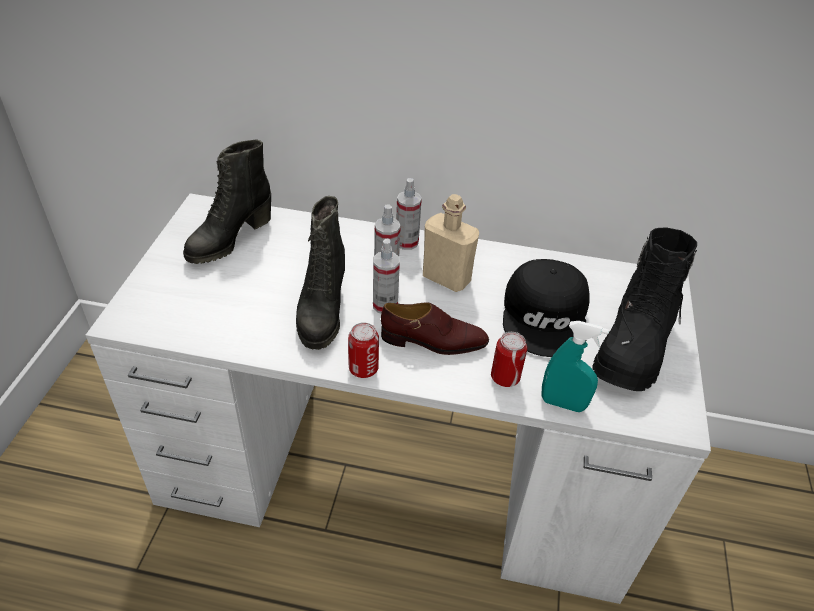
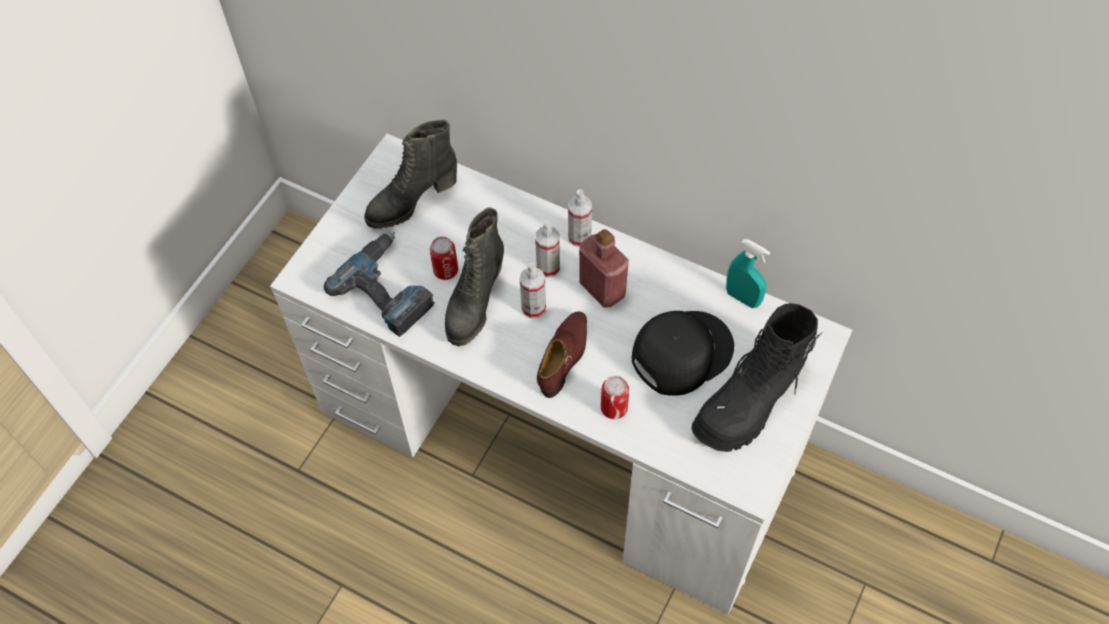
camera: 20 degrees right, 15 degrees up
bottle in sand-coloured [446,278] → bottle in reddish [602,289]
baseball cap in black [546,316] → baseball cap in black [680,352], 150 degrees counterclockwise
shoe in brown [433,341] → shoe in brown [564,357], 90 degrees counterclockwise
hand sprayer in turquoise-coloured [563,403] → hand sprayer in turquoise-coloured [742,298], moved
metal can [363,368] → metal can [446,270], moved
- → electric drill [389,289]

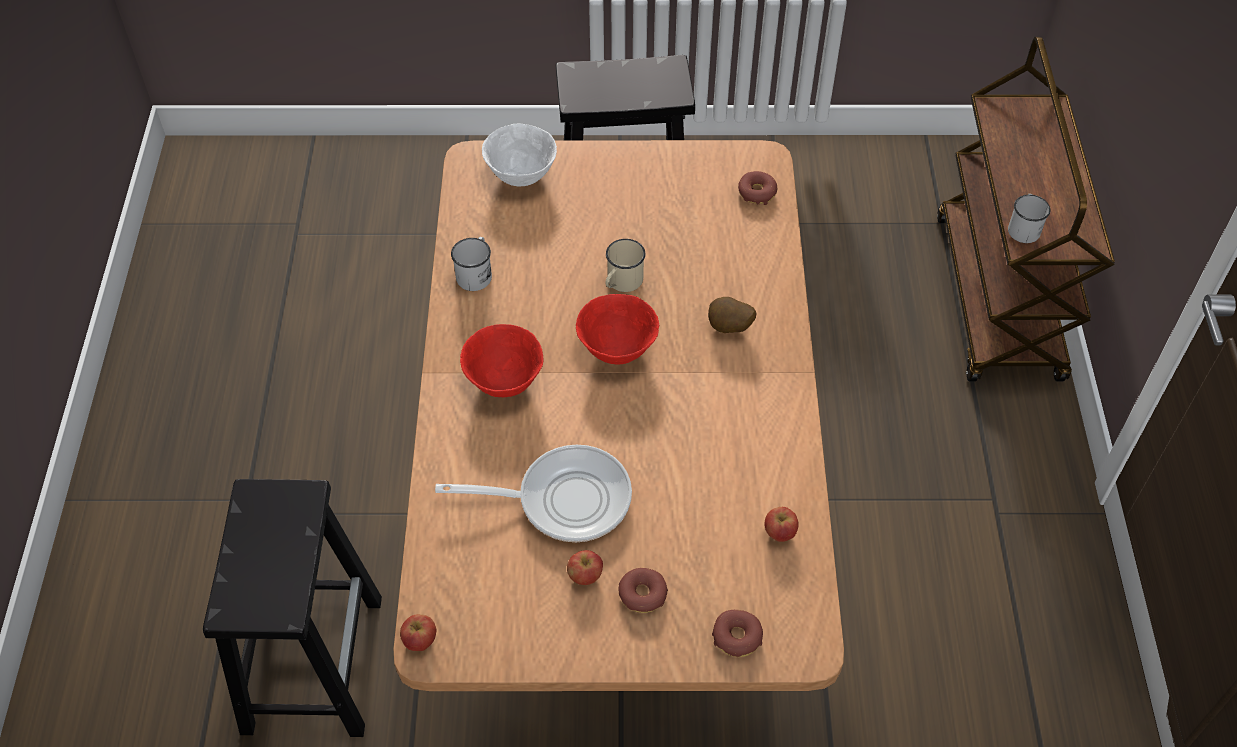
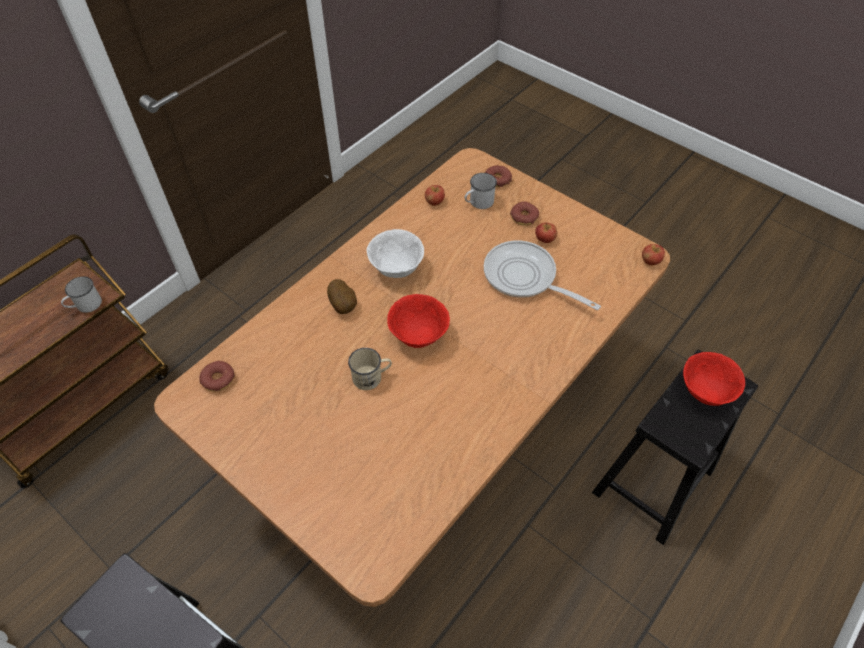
camera: 140 degrees left, 0 degrees up
serving bowl in whitish [521,175] → serving bowl in whitish [396,269], moved
tea mug in whitish [476,273] → tea mug in whitish [478,202], moved
serving bowl in reddish [504,381] → serving bowl in reddish [704,392], moved

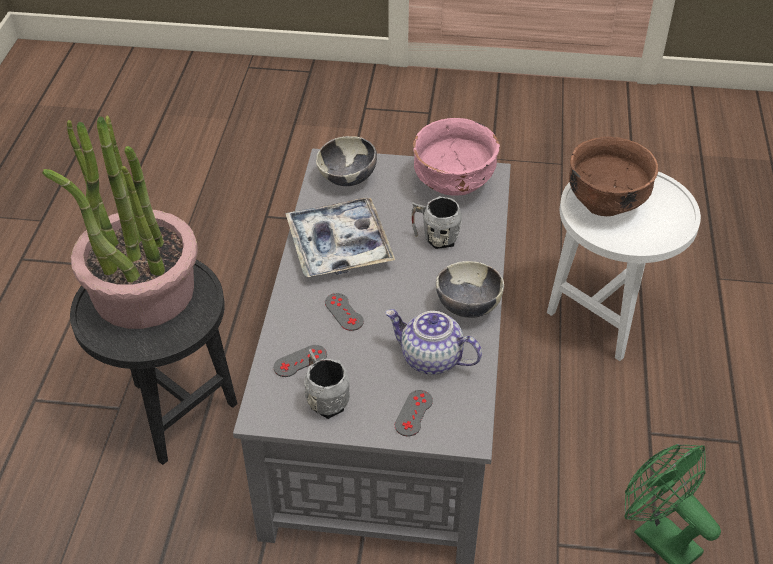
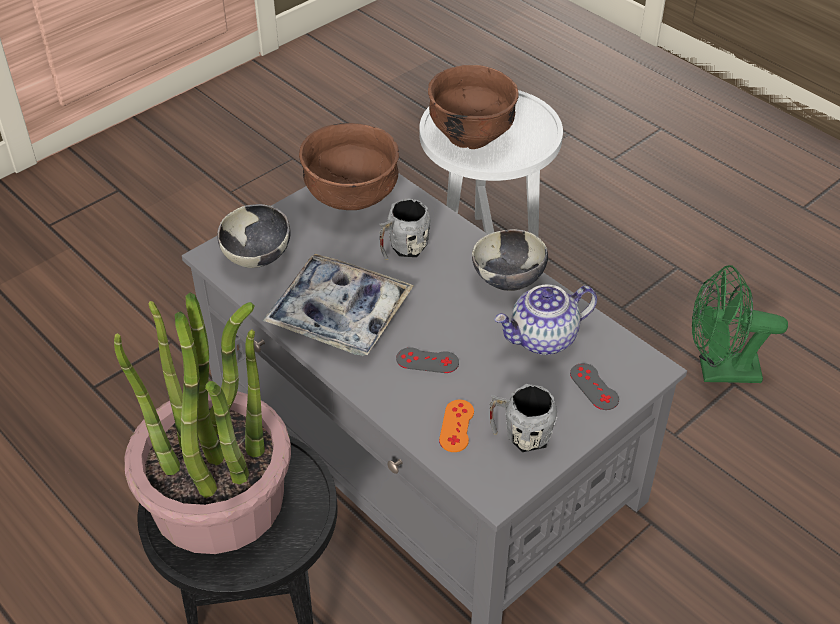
camera: 50 degrees left, 0 degrees up
serving bowl in pink [454,185] → serving bowl in brown [352,198]
gamepad in greyish [300,361] → gamepad in orangey [456,426]

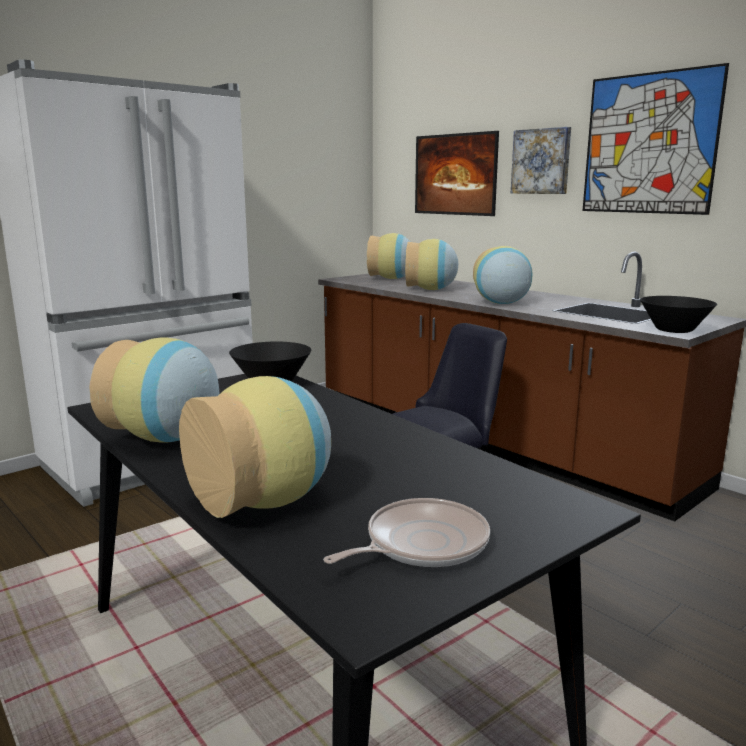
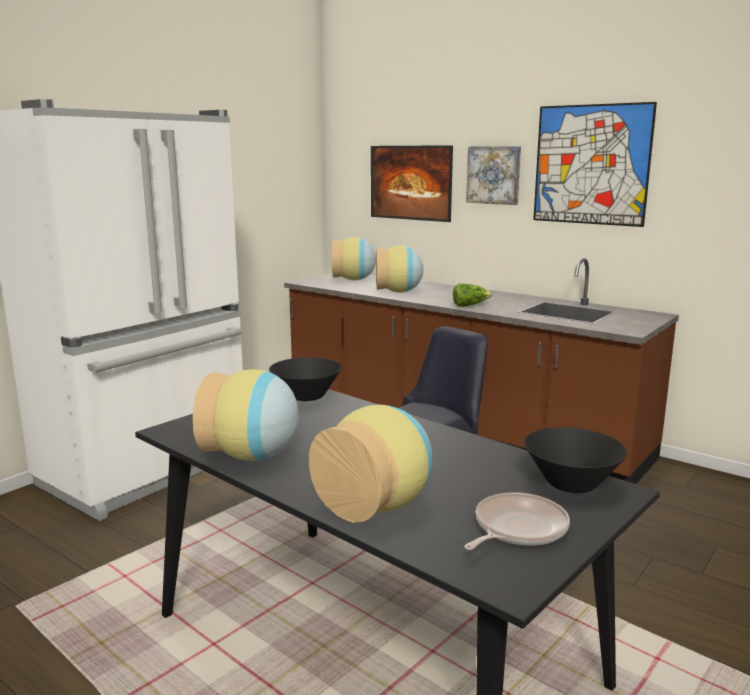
camera: 10 degrees left, 0 degrees up
decorative vase [501,303] → lettuce head [470,305]
serving bowl in black [674,330] → serving bowl in black [571,484], moved

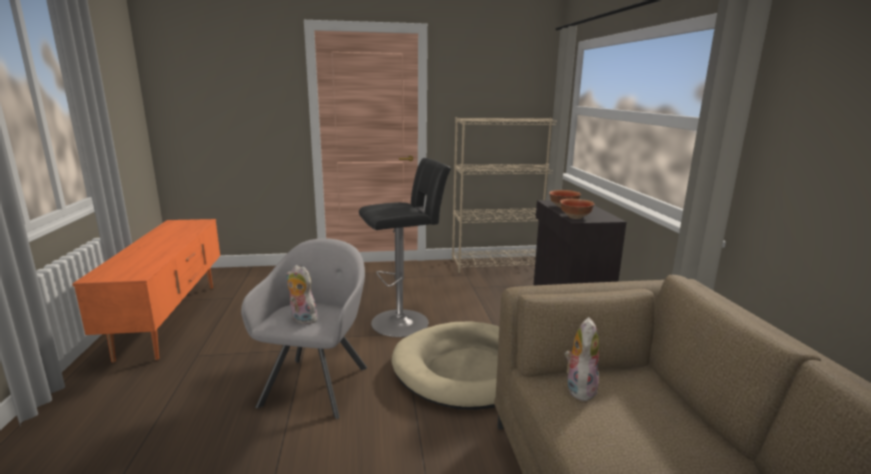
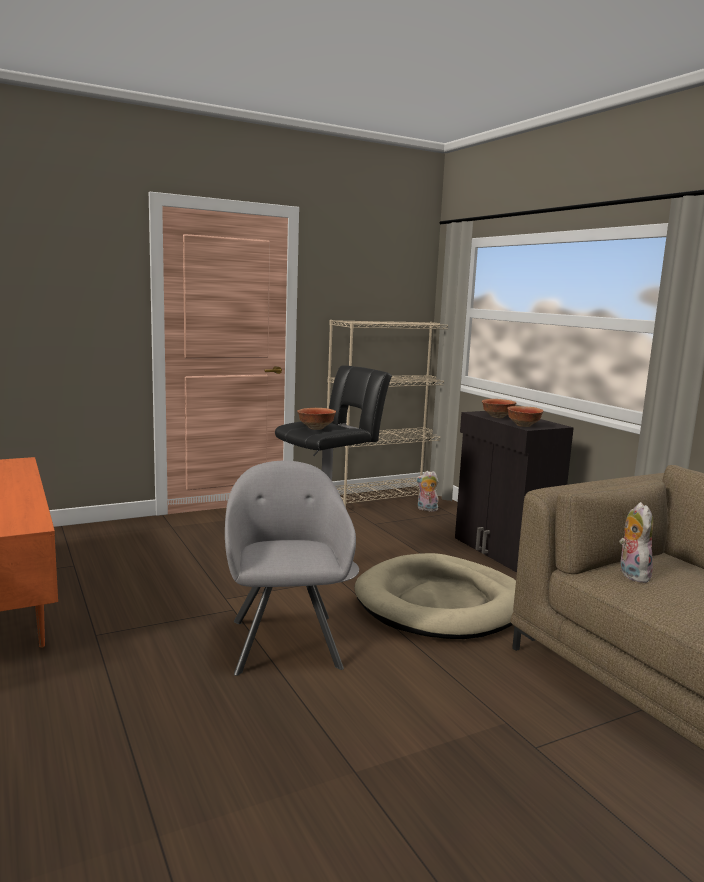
camera: 20 degrees left, 5 degrees down
cuddly toy [301,319] → cuddly toy [426,509], moved
- → serving bowl [315,428]

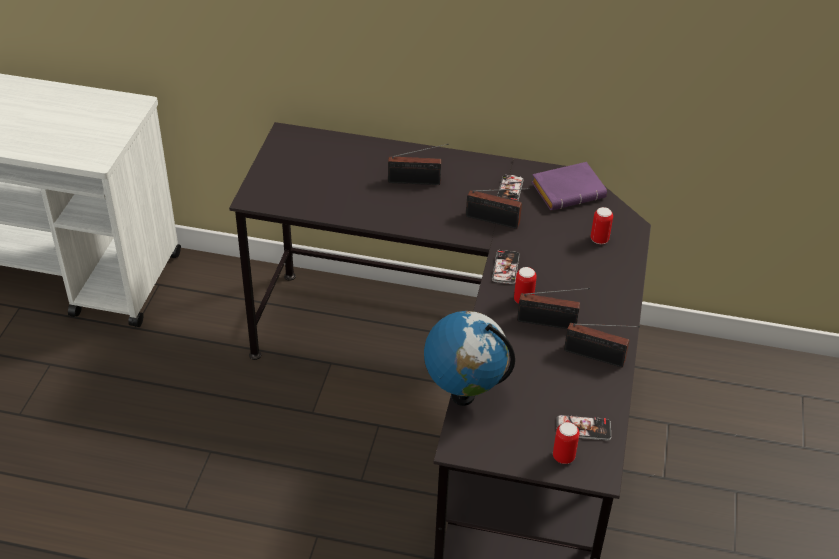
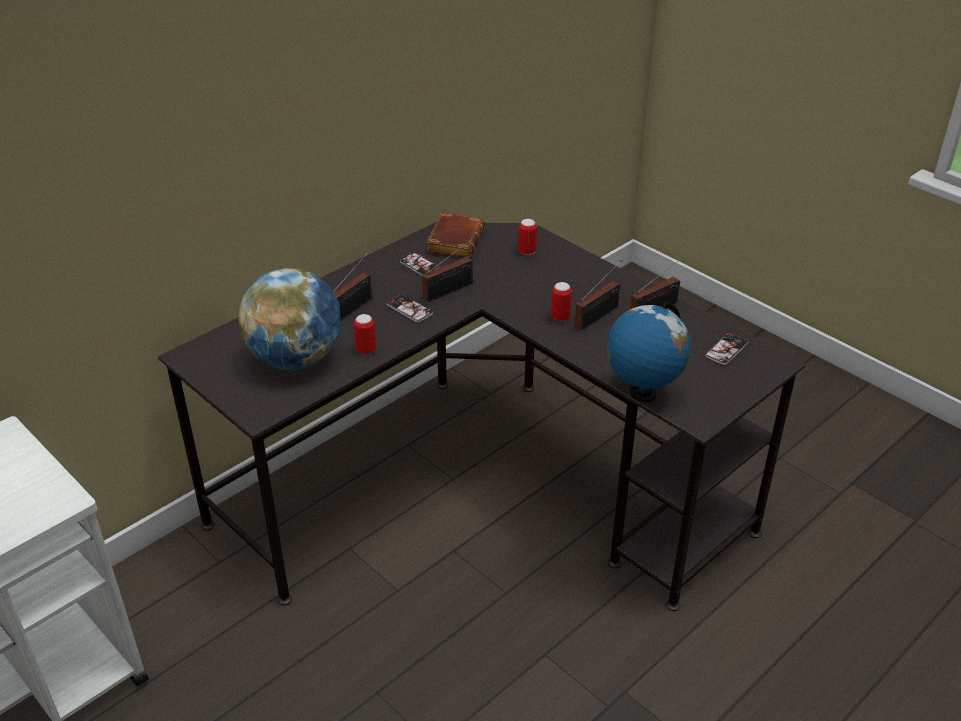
camera: 55 degrees left, 5 degrees down
volume in purple-coloured [569,190] → volume in brown [454,240]
phone [505,267] → phone [409,309], moved
metal can [563,457] → metal can [366,350], moved
- → desk globe [296,359]

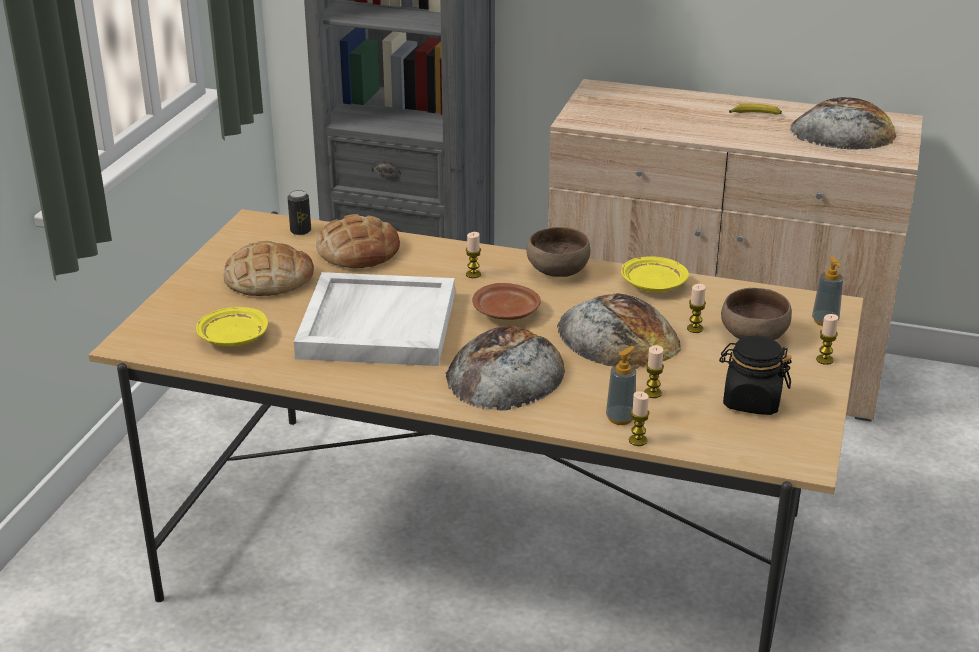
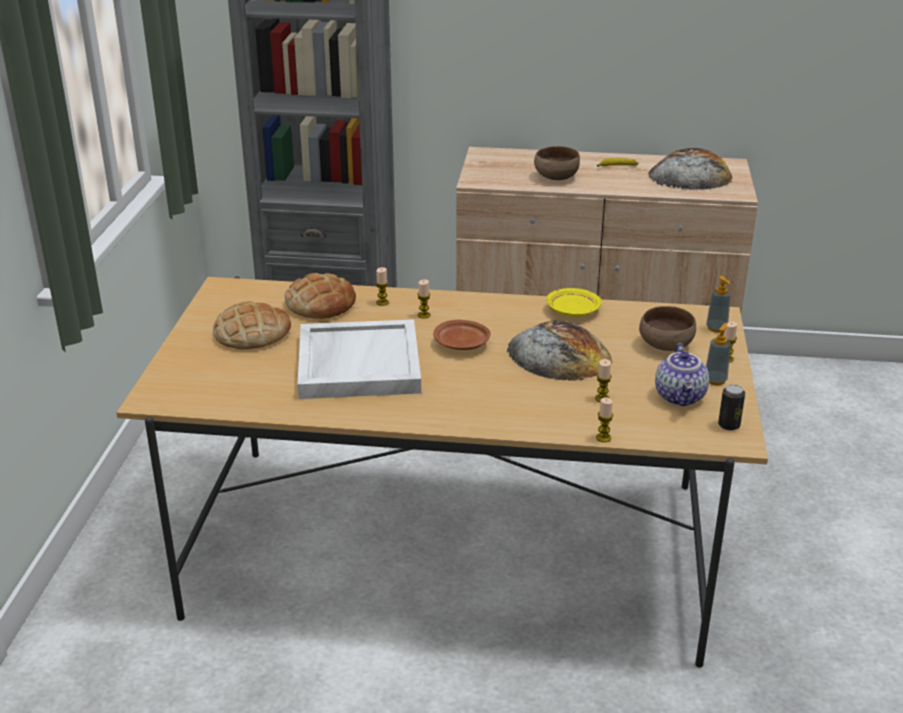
camera: 10 degrees left, 0 degrees up
metal can [300,231] → metal can [729,425], moved
serving bowl in brown [556,272] → serving bowl in brown [555,178], moved
candle [695,329] → candle [382,302], moved
plate in yellow [233,338] → -
baked bread [505,372] → -
storage jar in black [751,401] → tea pot [681,397]
soap dispenser [620,418] → soap dispenser [715,380], moved

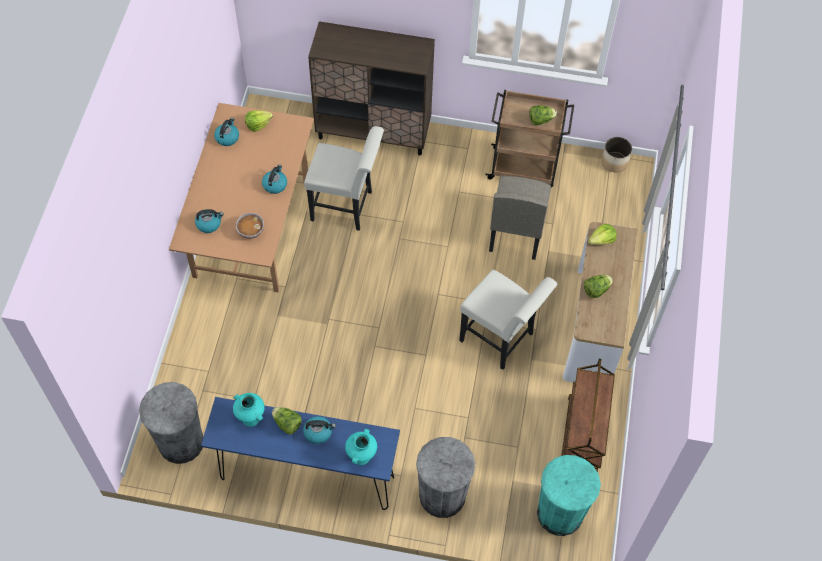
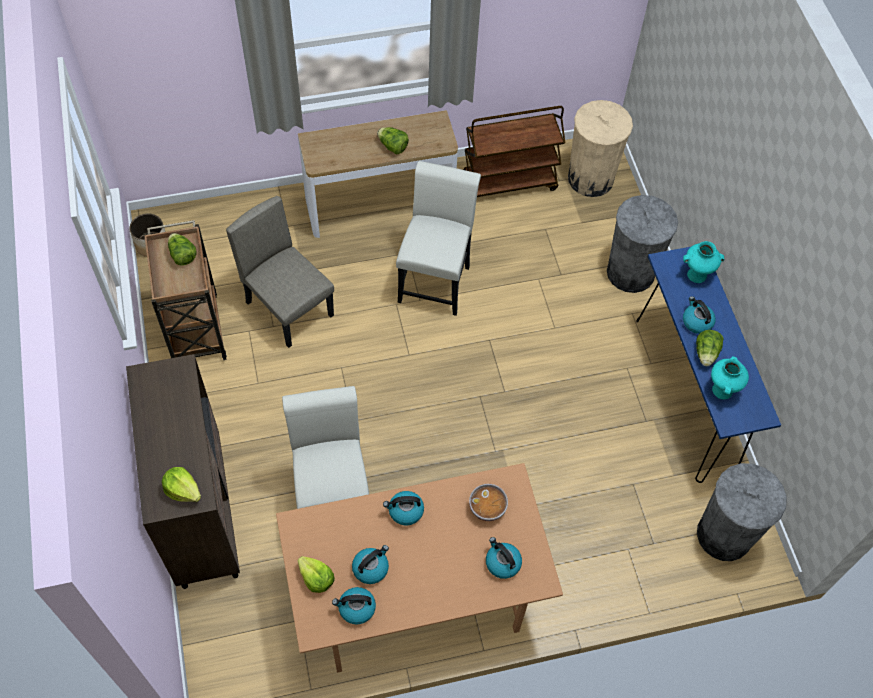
camera: 115 degrees left, 0 degrees up
chair in sand-coloured [516,231] → chair in sand-coloured [290,308], 120 degrees counterclockwise
lettuce head [602,240] → lettuce head [183,490], moved
rubbish bin in turquoise-coloured [560,513] → rubbish bin in sand-coloured [590,178]
- → tea kettle [371,568]

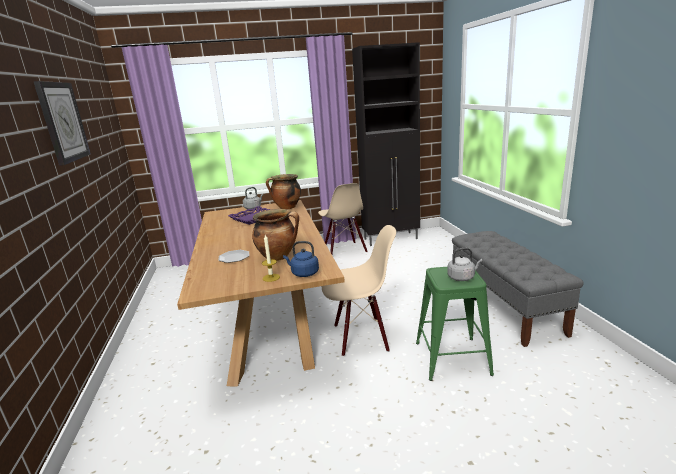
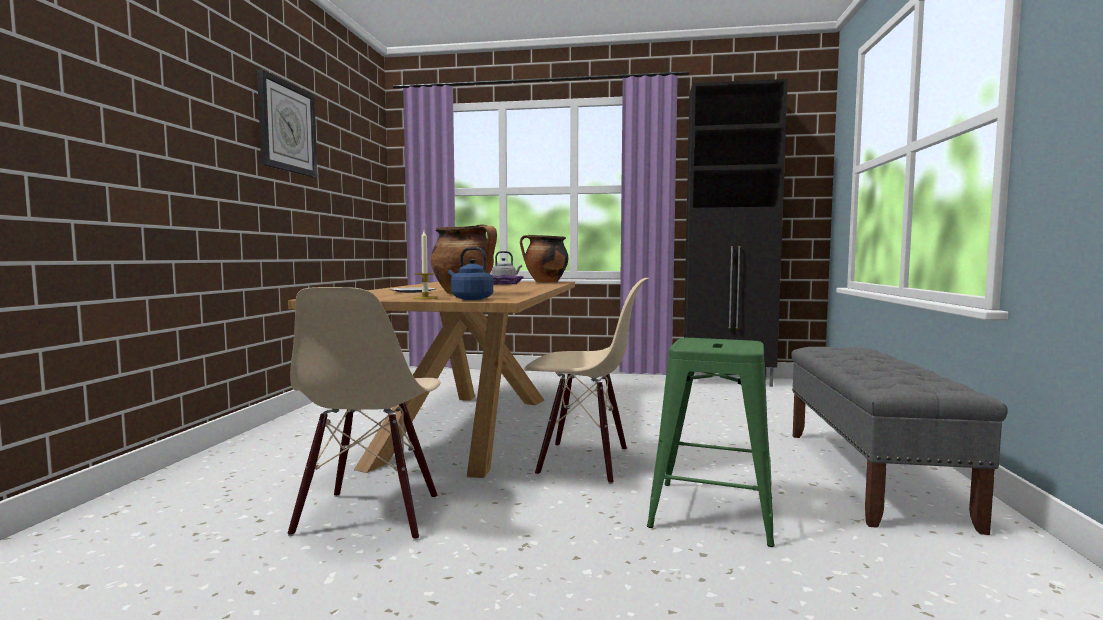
camera: 20 degrees right, 15 degrees down
chair in sand-coloured [344,250] → chair in sand-coloured [370,516], moved
tea kettle in greyish [462,277] → -

